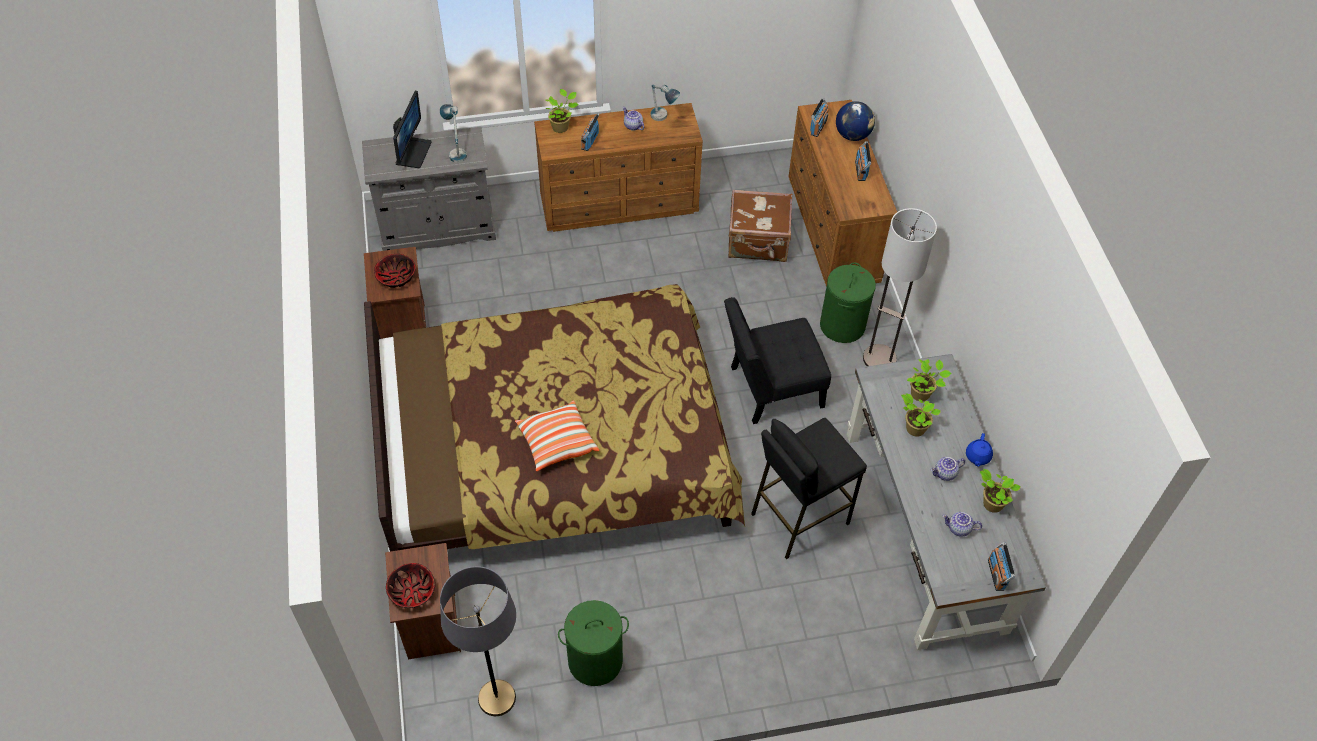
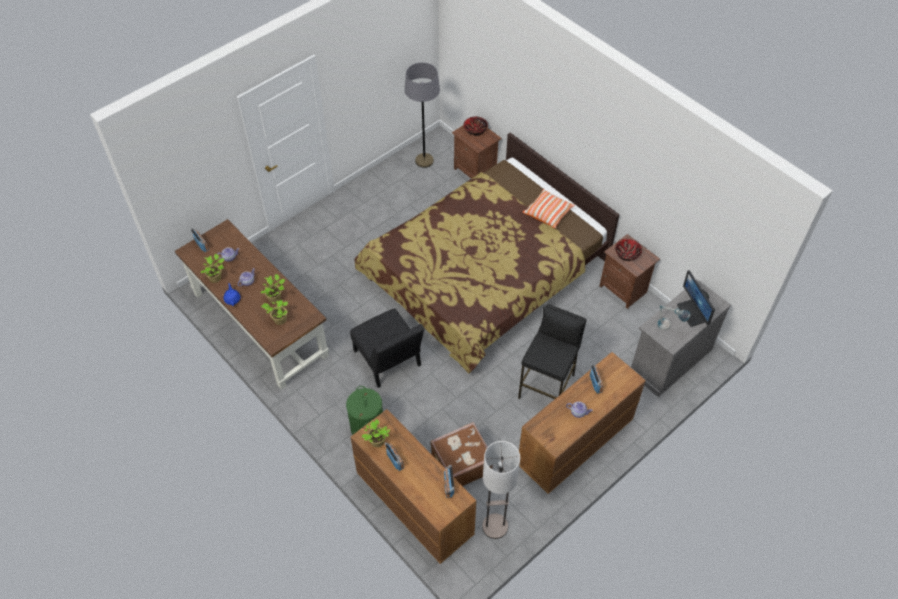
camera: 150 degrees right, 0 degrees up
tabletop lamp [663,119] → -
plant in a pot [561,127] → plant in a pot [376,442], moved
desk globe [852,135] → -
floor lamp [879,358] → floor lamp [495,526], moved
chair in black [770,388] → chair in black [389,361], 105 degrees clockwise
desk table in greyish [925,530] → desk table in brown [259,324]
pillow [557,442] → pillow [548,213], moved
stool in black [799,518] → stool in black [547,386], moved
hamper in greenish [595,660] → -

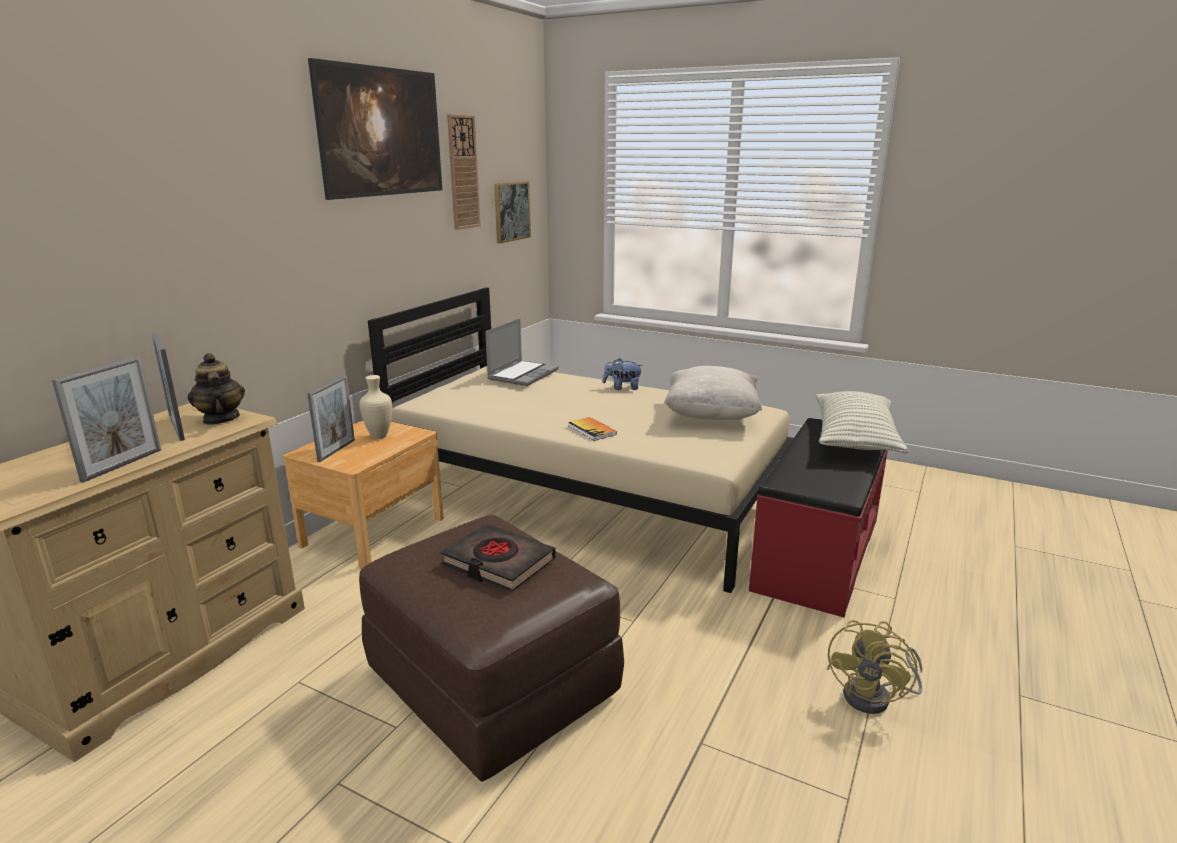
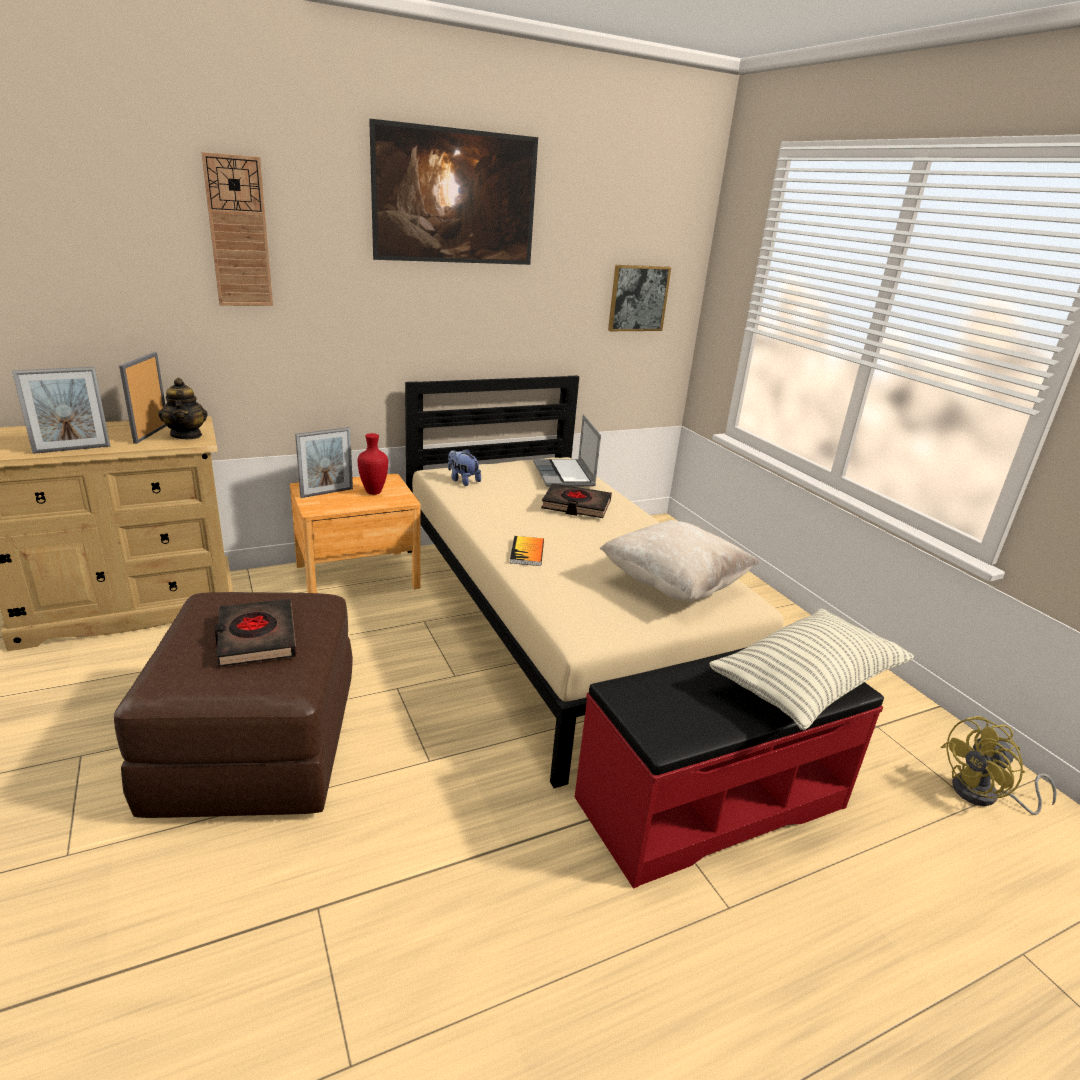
camera: 35 degrees right, 5 degrees up
wall clock [463,172] → wall clock [239,233], moved
portable computer [523,374] → portable computer [565,475], 105 degrees clockwise
tea pot [220,419] → tea pot [187,435], 150 degrees clockwise
cuddly toy [622,388] → cuddly toy [462,481], moved
decorative vase in sand-coloured [380,436] → decorative vase in reddish [374,492]
cooling fan in yellow [875,697] → cooling fan in yellow [984,796], moved
- → volume in black [576,505]

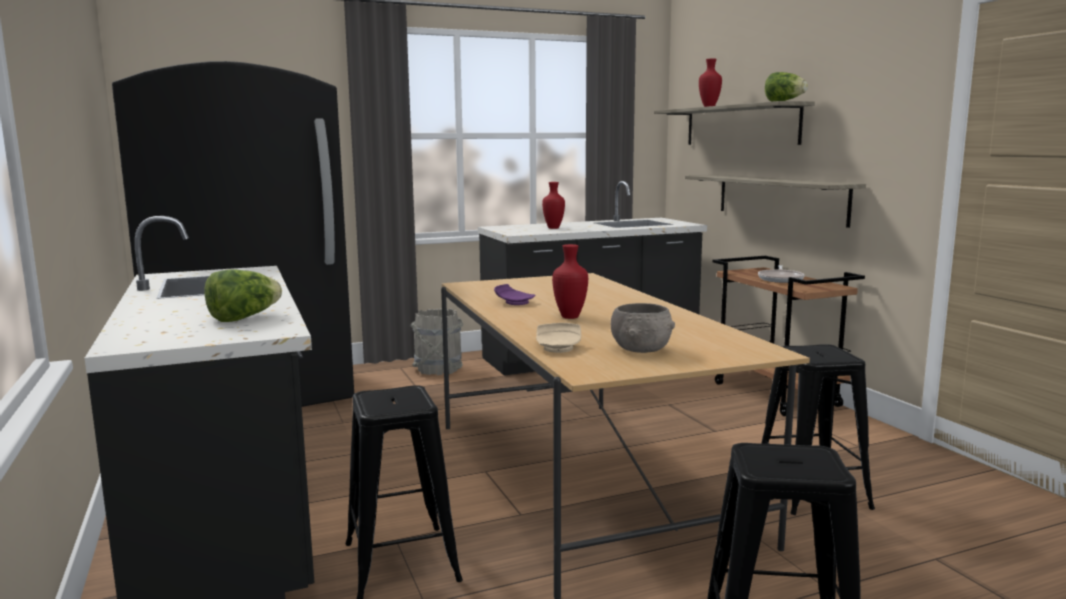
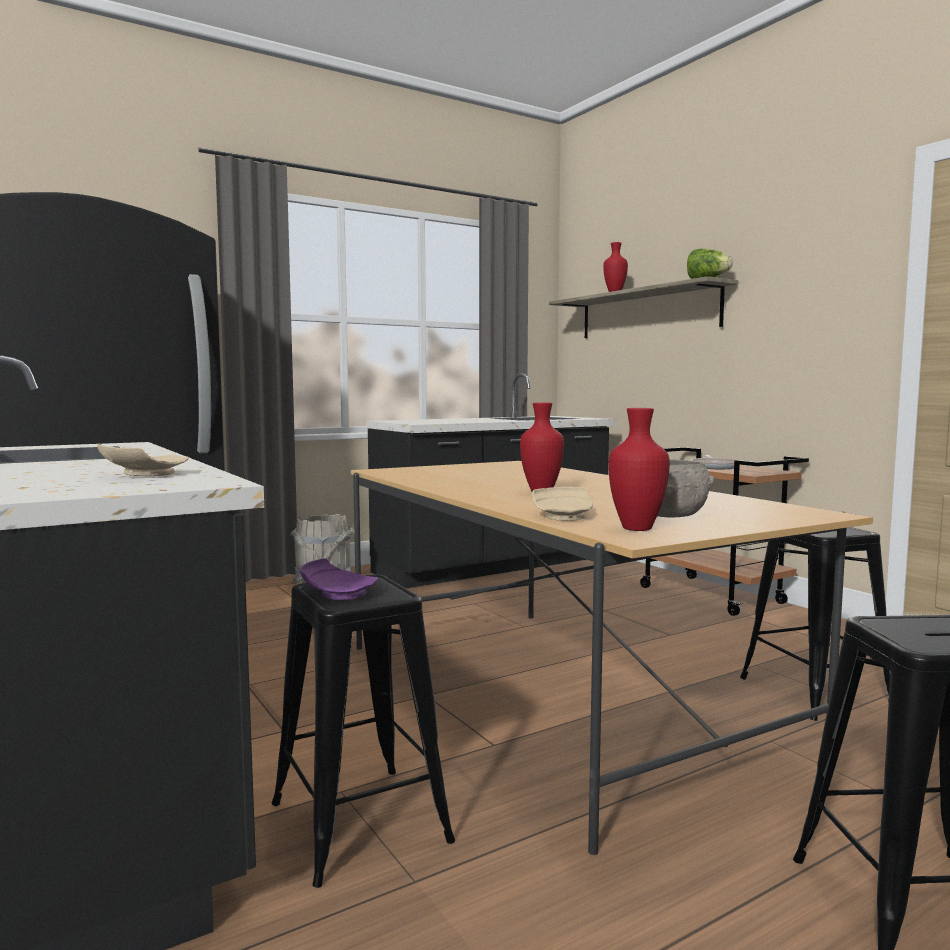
camera: 10 degrees left, 5 degrees down
shelf [779,198] → -
decorative vase in reddish [554,228] → decorative vase in reddish [637,528], moved
lettuce head [243,318] → plate in sand-coloured [143,475]
plate in purple-coloured [514,302] → plate in purple-coloured [338,594], moved

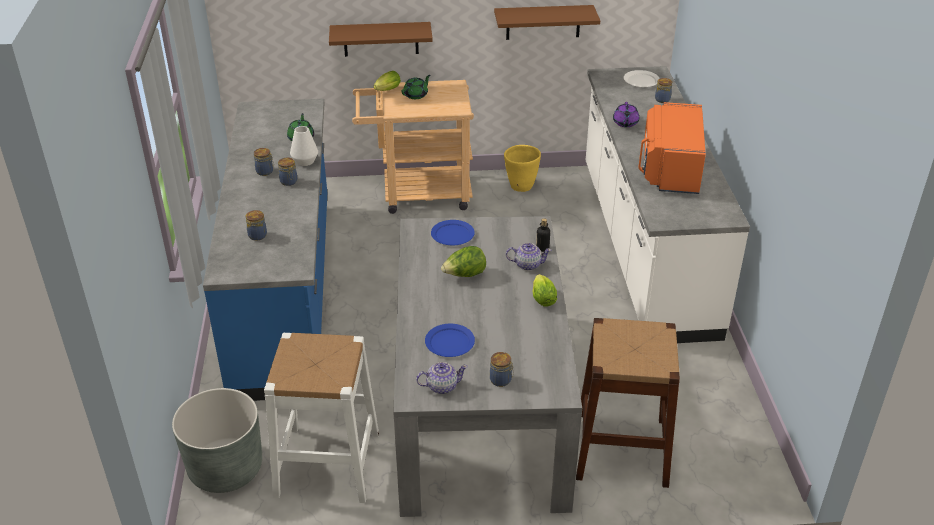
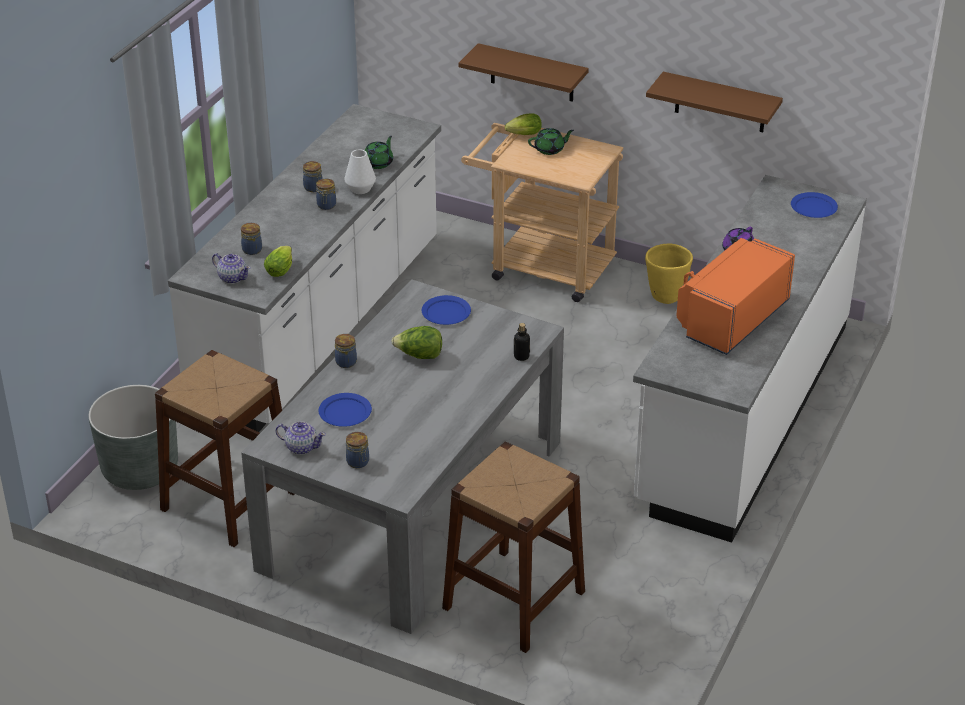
camera: 30 degrees right, 0 degrees up
plate in whitish [641,81] → plate in blue [813,207]
storage jar [662,99] → storage jar [346,361], moved
kitchen counter in blue [286,292] → kitchen counter in whitish [321,326]
tea pot [527,264] → tea pot [232,277], moved
lettuce head [542,298] → lettuce head [281,269], moved
stool in whitish [327,463] → stool in brown [228,500]

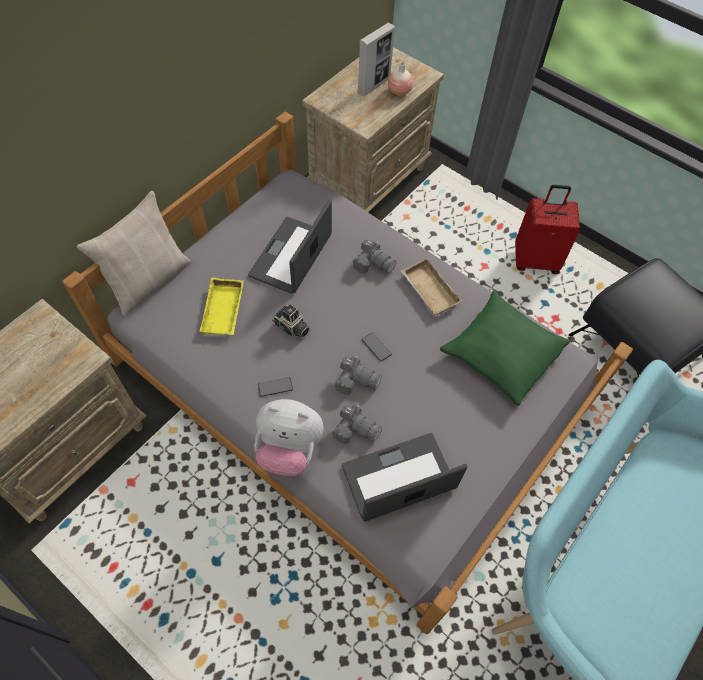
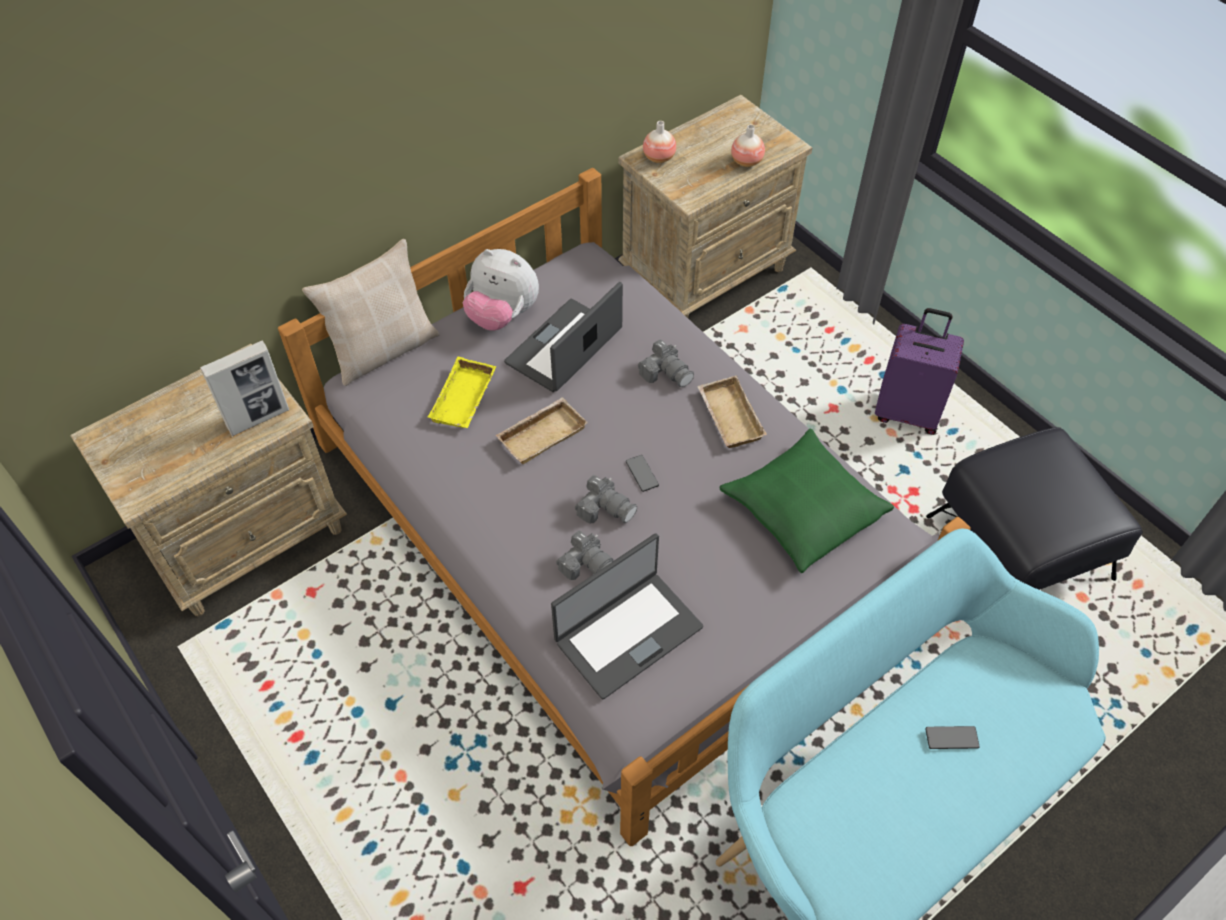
camera: 15 degrees right, 5 degrees down
standing frame [374,85] → standing frame [259,419], moved
piece of luggage in reddish [535,260] → piece of luggage in purple-coloured [907,412]
still camera [292,328] → carrying tray in sand-coloured [542,433]
phone [275,387] → phone [951,738], moved
cuddly toy [289,449] → cuddly toy [502,315], moved
portable computer [399,478] → portable computer [627,633], 150 degrees clockwise
- → decorative vase [659,158]

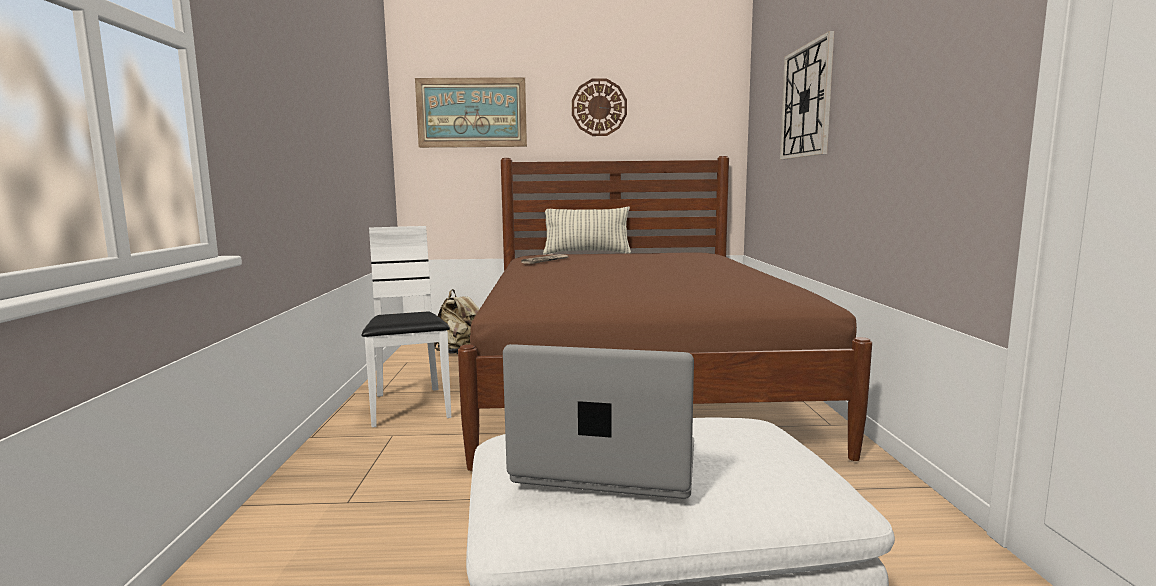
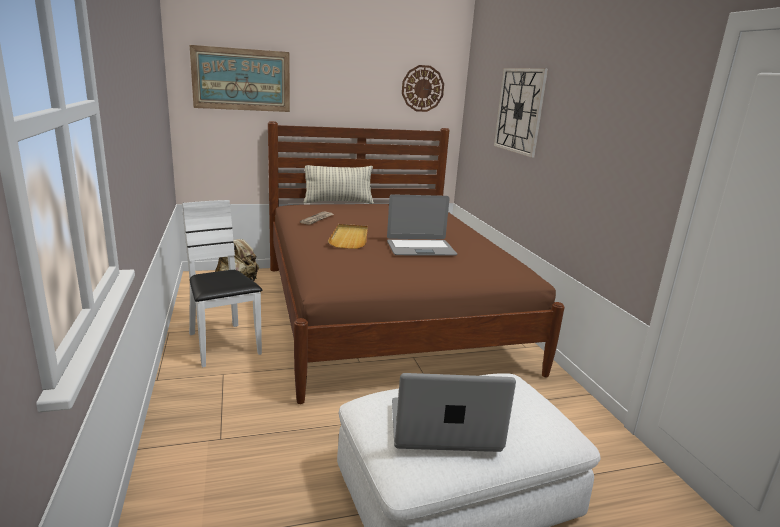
camera: 15 degrees left, 10 degrees up
wall clock [599,107] → wall clock [422,88], moved
- → portable computer [420,249]
- → carrying tray in sand-coloured [350,238]

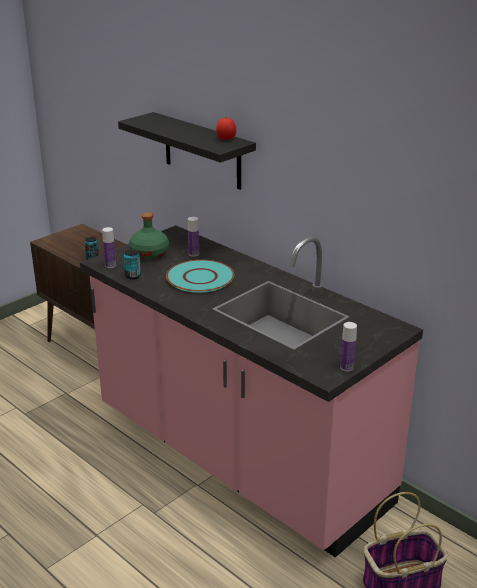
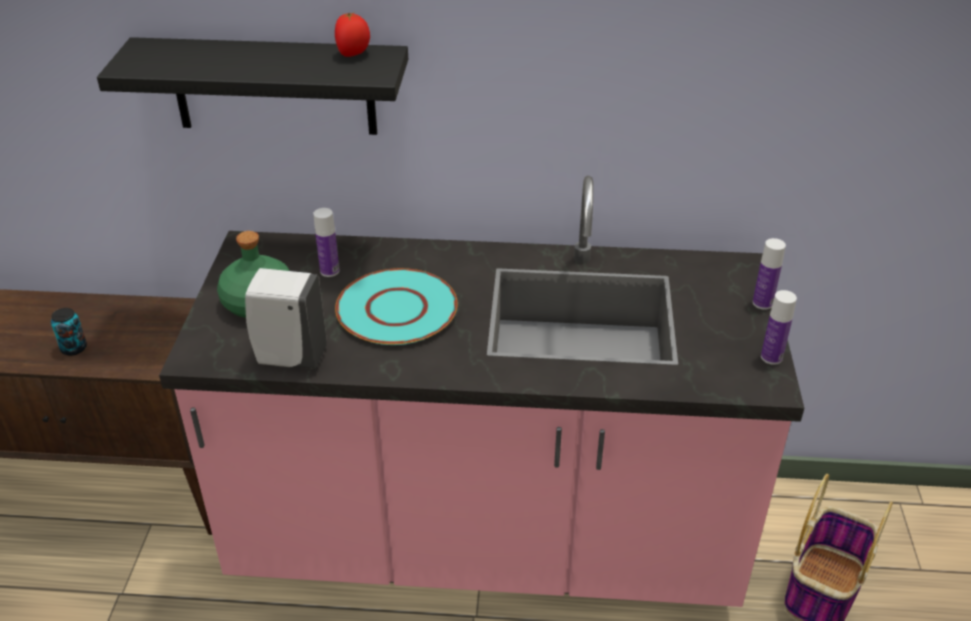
camera: 40 degrees left, 10 degrees up
bottle [110,265] → bottle [762,303], moved
metal can [133,276] → soap dispenser in whitish [289,357]

